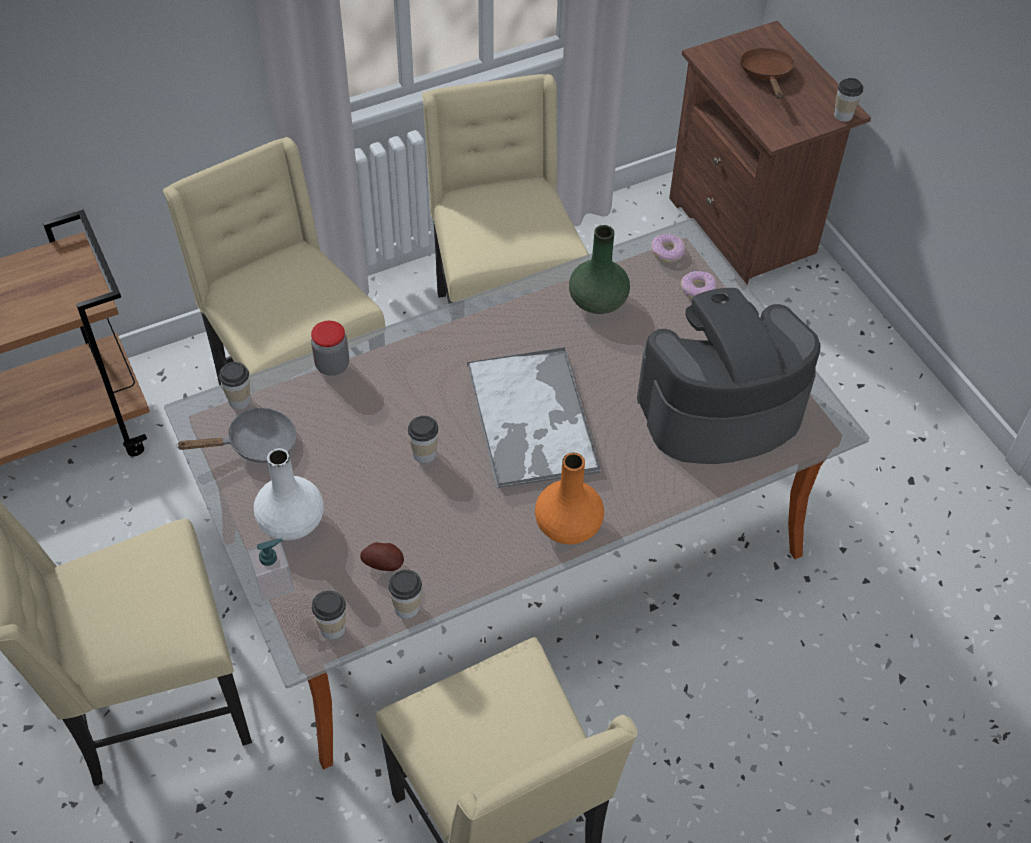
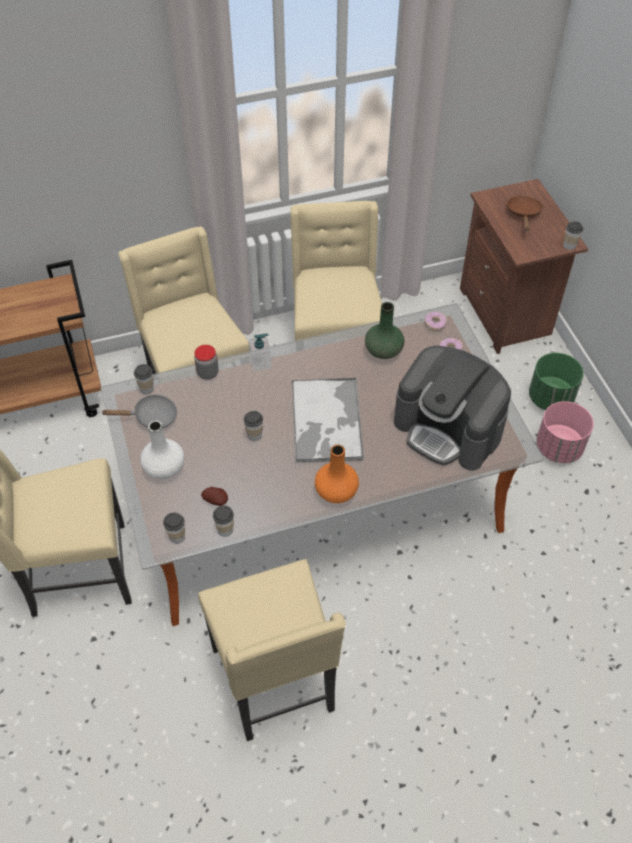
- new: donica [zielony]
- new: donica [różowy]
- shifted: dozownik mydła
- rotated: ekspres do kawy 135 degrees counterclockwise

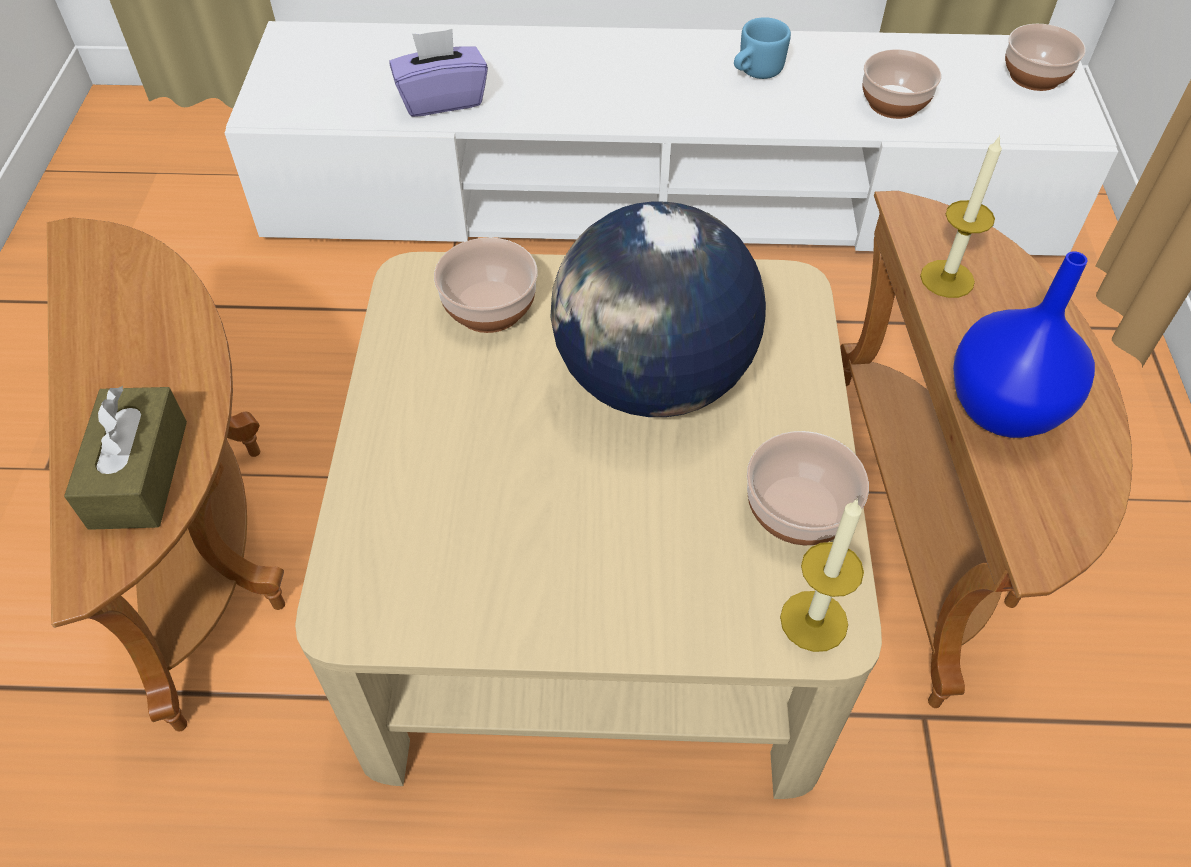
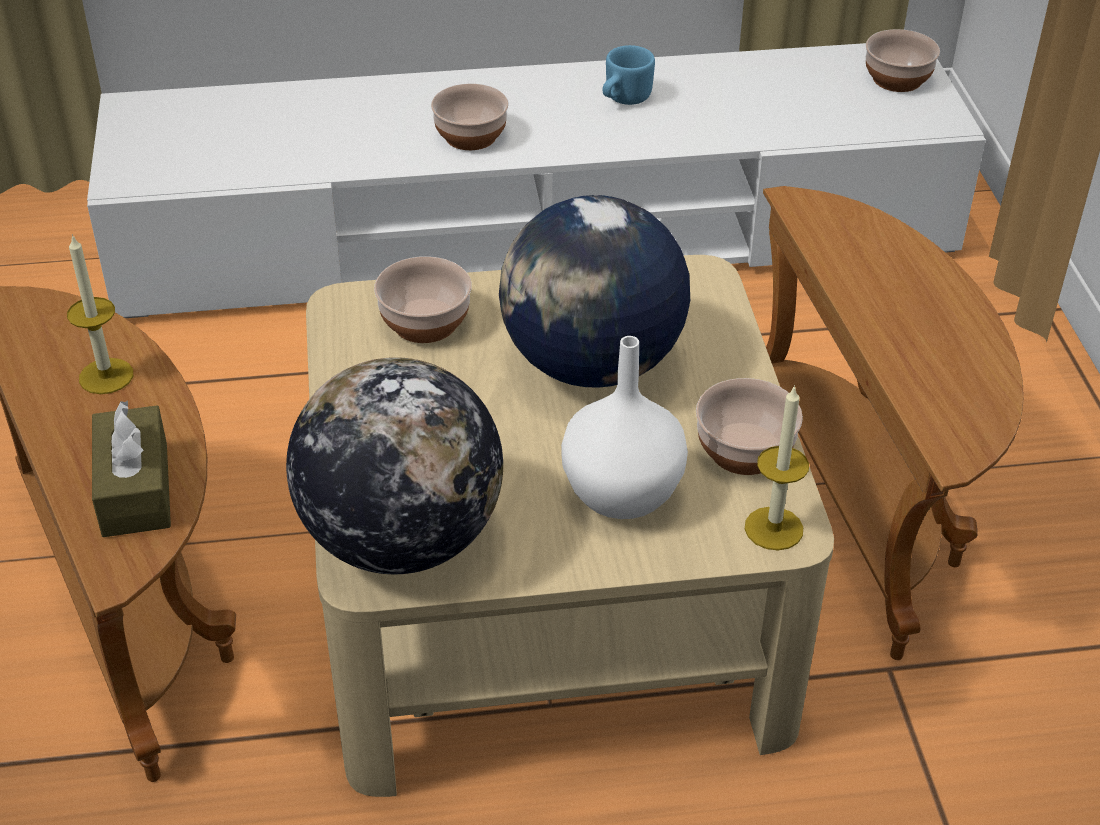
- gone: pudełko chusteczek [fioletowy]
- gone: wazon [niebieski]
- new: globus (no. 1 from left)
- new: wazon [biały]
- shifted: miska (no. 3 from left in the first image) to miska (no. 2 from left)
- shifted: świeca (no. 2 from left in the first image) to świeca (no. 1 from left)

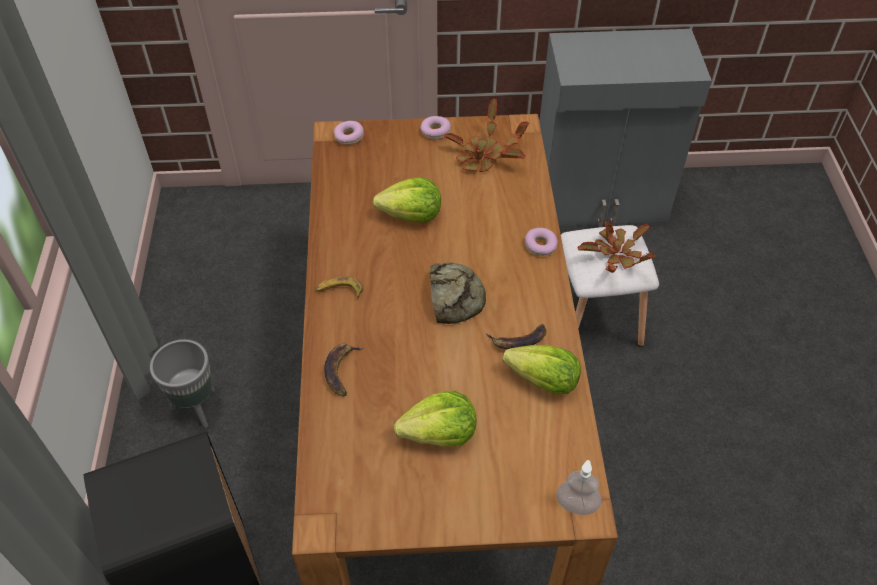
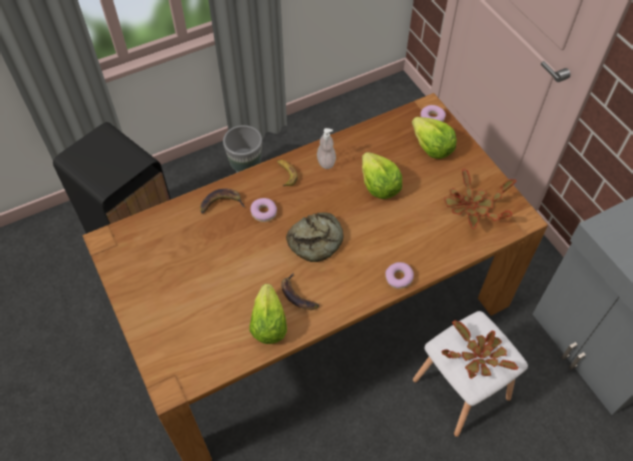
- shifted: sałata (no. 2 from left in the first image) to sałata (no. 3 from left)
- shifted: donut (no. 2 from left in the first image) to donut (no. 1 from left)
- shifted: dozownik mydła

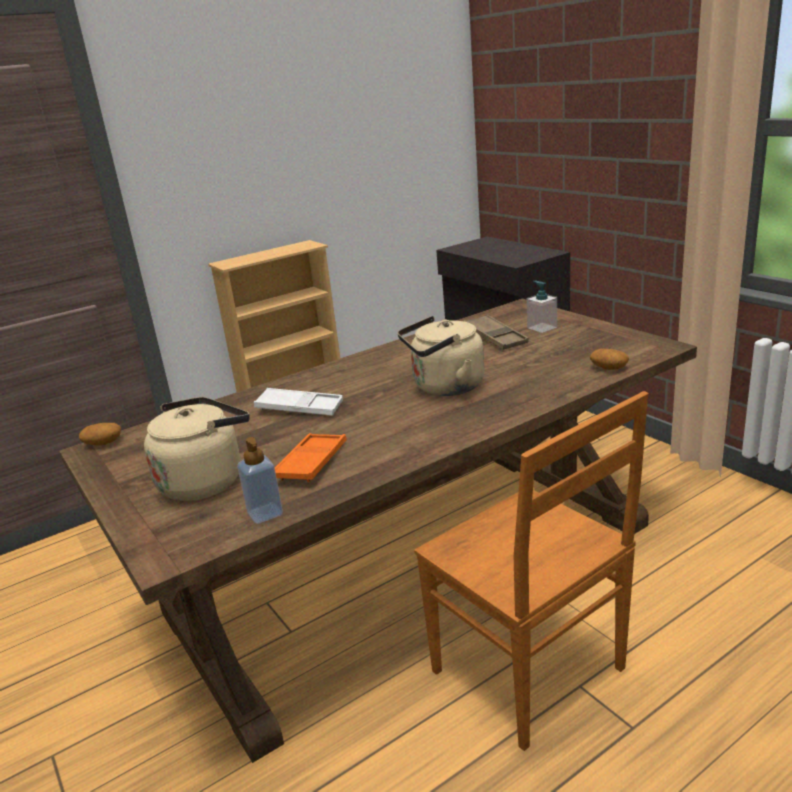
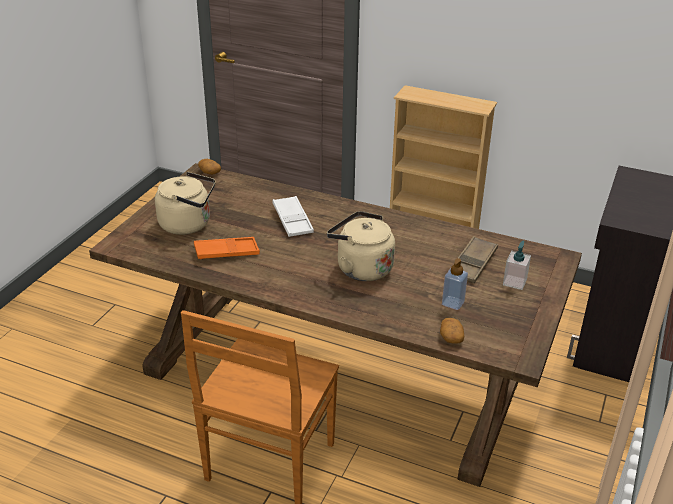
- shifted: dozownik mydła (no. 1 from left)

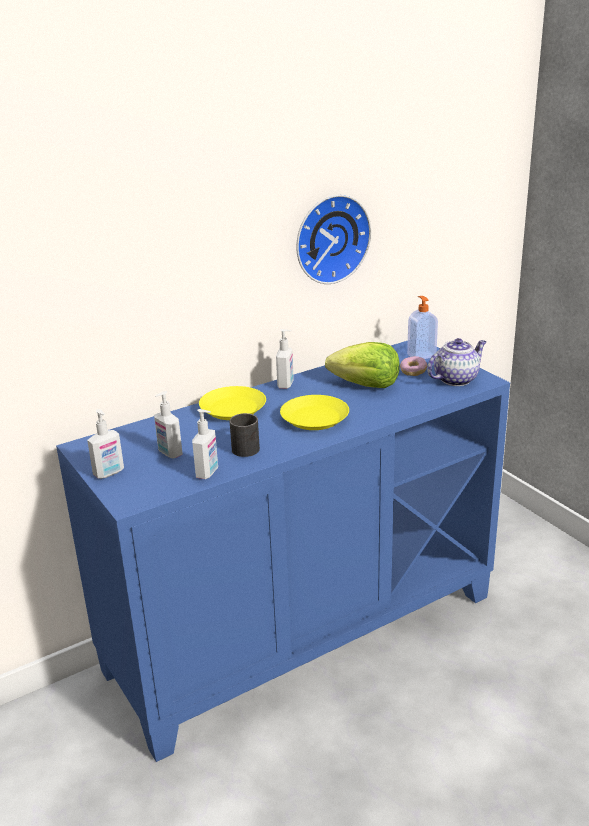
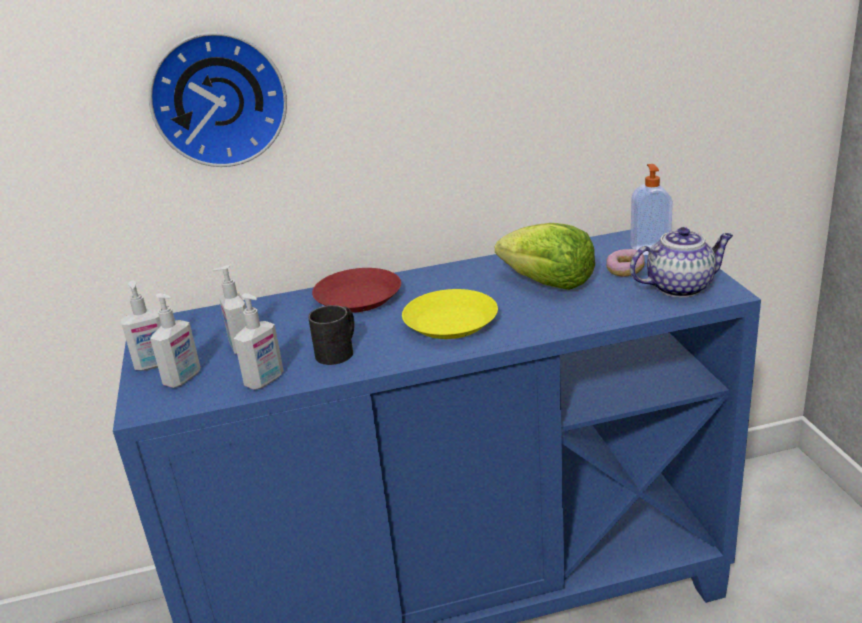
- shifted: dozownik mydła (no. 4 from left in the first image) to dozownik mydła (no. 2 from left)
- shifted: zegar ścienny
- repainted: talerz [żółty] (no. 1 from left) to talerz [czerwony]

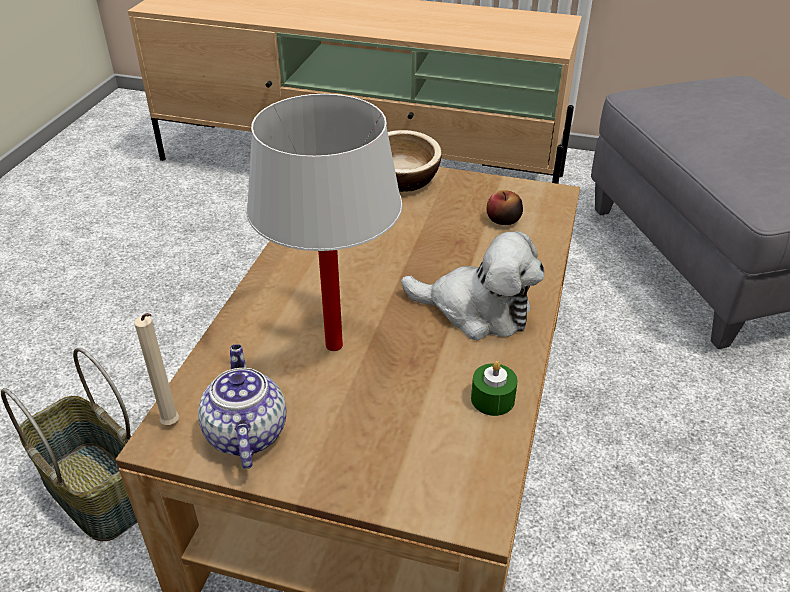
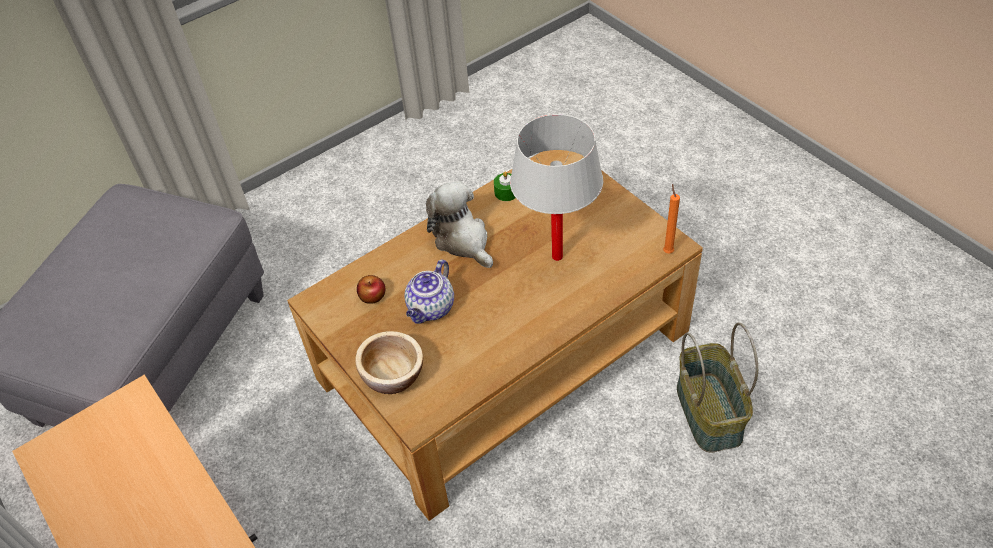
- shifted: imbryk
- repainted: świeca [beżowy] to świeca [pomarańczowy]

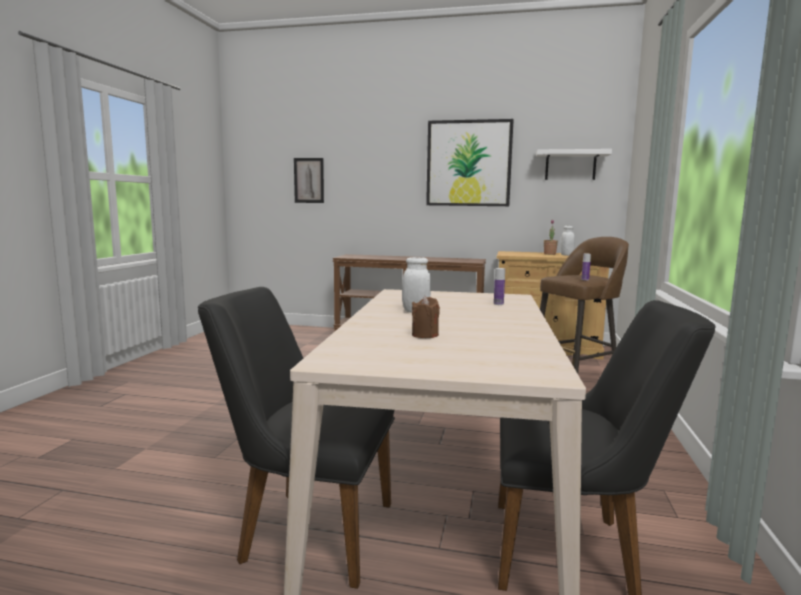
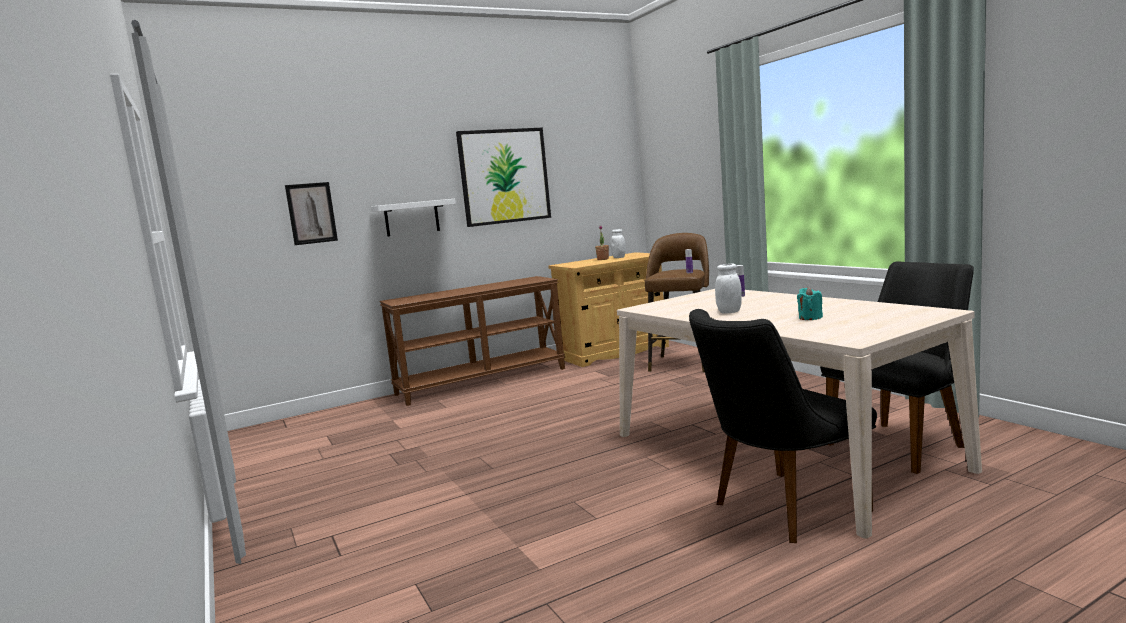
- shifted: półka [biały]
- repainted: świeca [brązowy] to świeca [turkusowy]

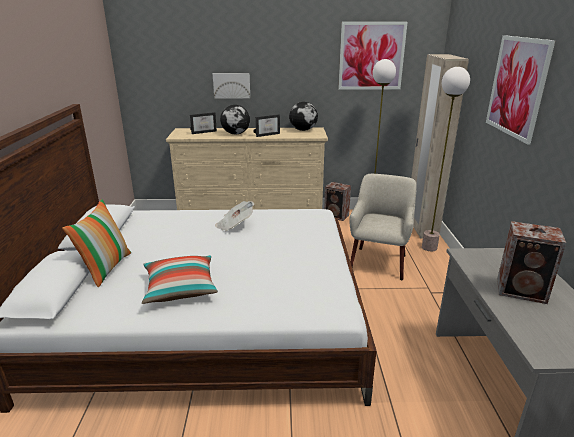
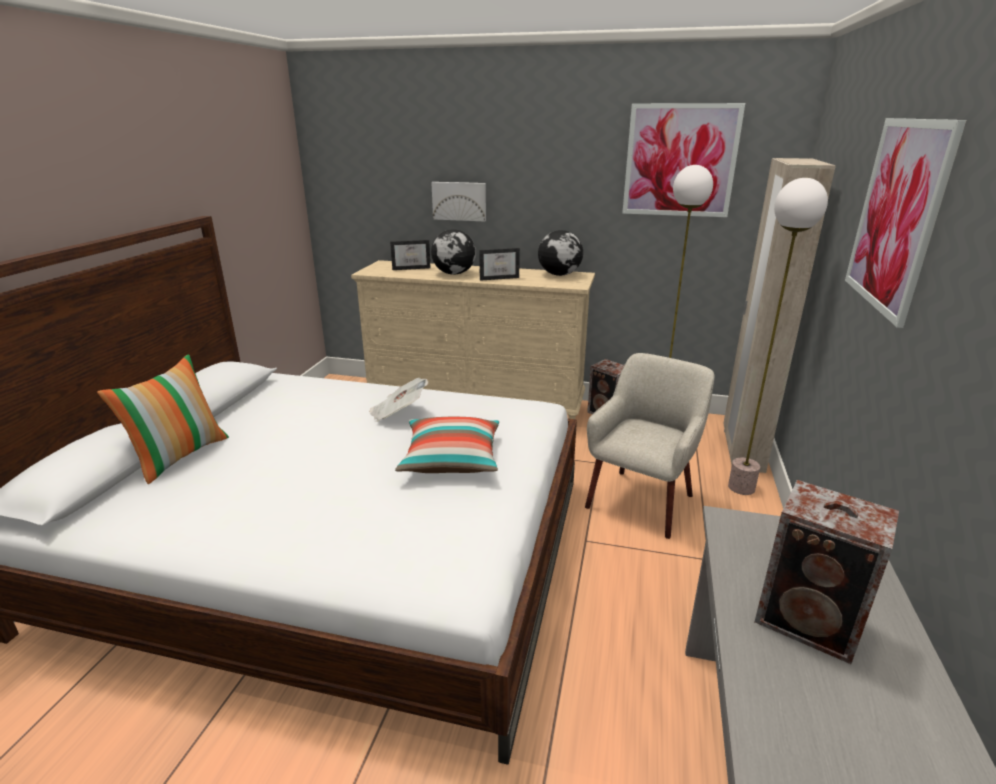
- shifted: poduszka (no. 2 from left)

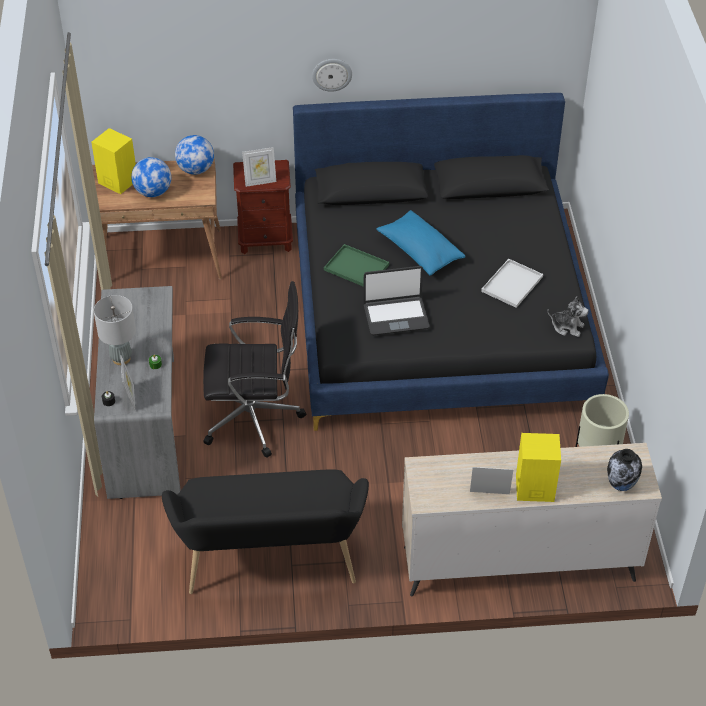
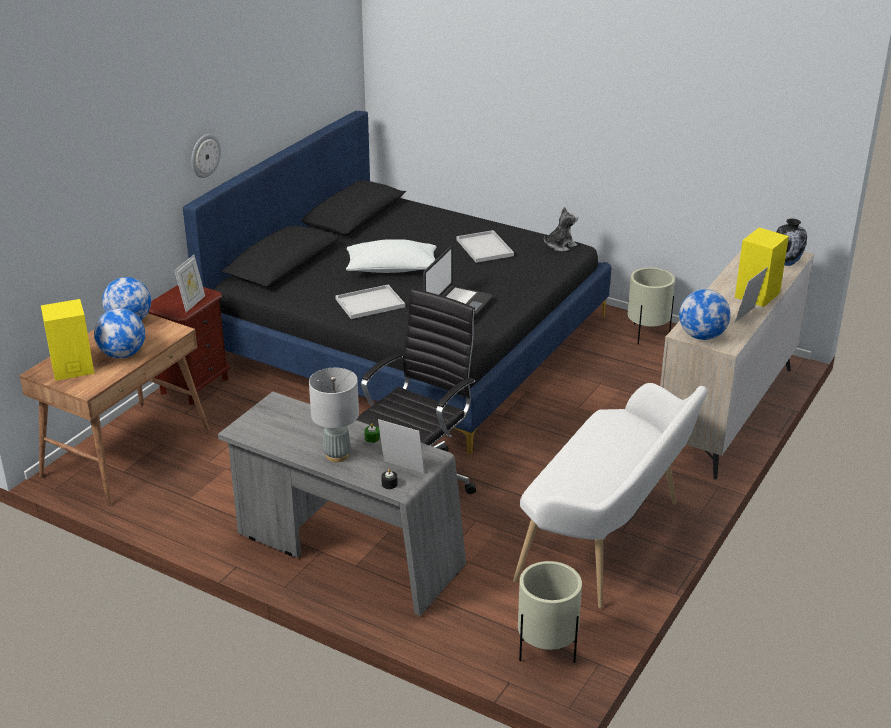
- new: donica [beżowy] (no. 1 from left)
- new: globus (no. 3 from left)
- repainted: ławka [czarny] to ławka [biały]
- repainted: taca [zielony] to taca [biały] (no. 1 from left)
- repainted: poduszka [niebieski] to poduszka [biały]

